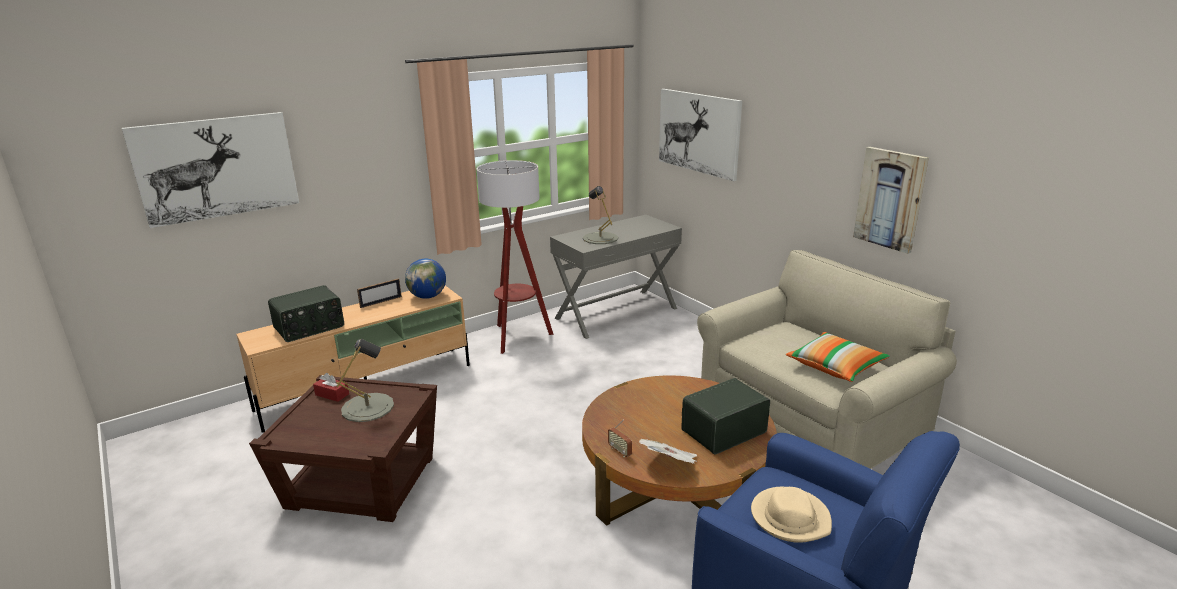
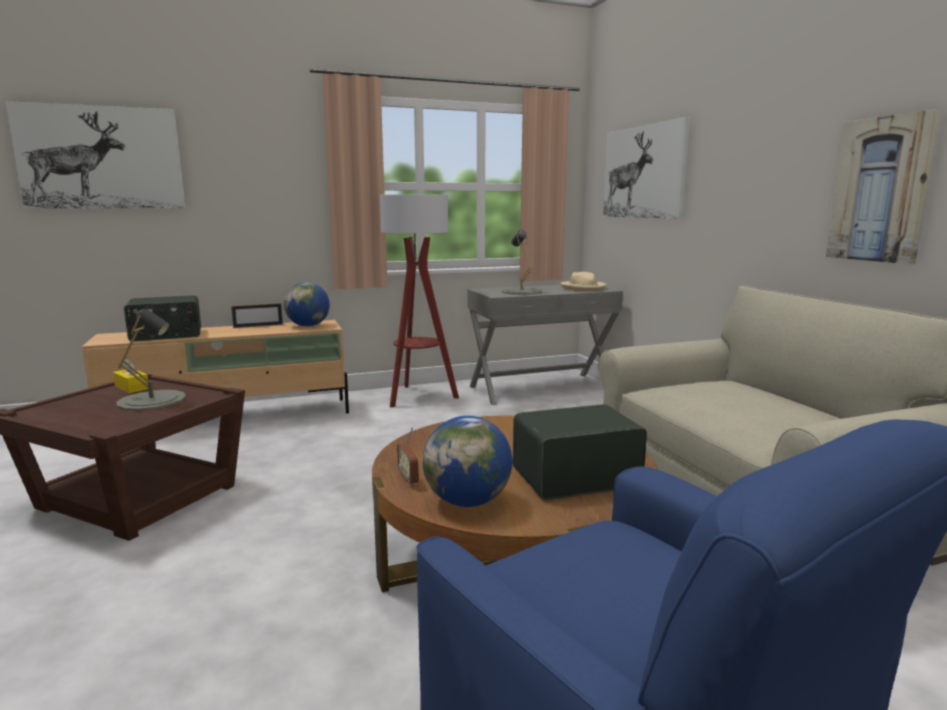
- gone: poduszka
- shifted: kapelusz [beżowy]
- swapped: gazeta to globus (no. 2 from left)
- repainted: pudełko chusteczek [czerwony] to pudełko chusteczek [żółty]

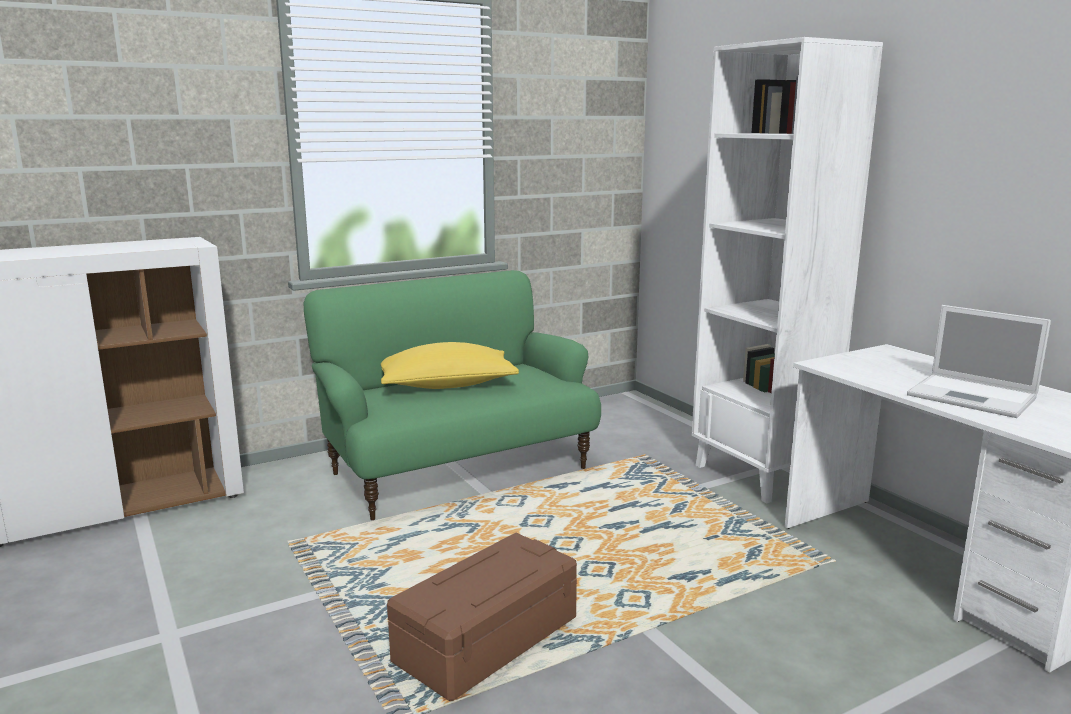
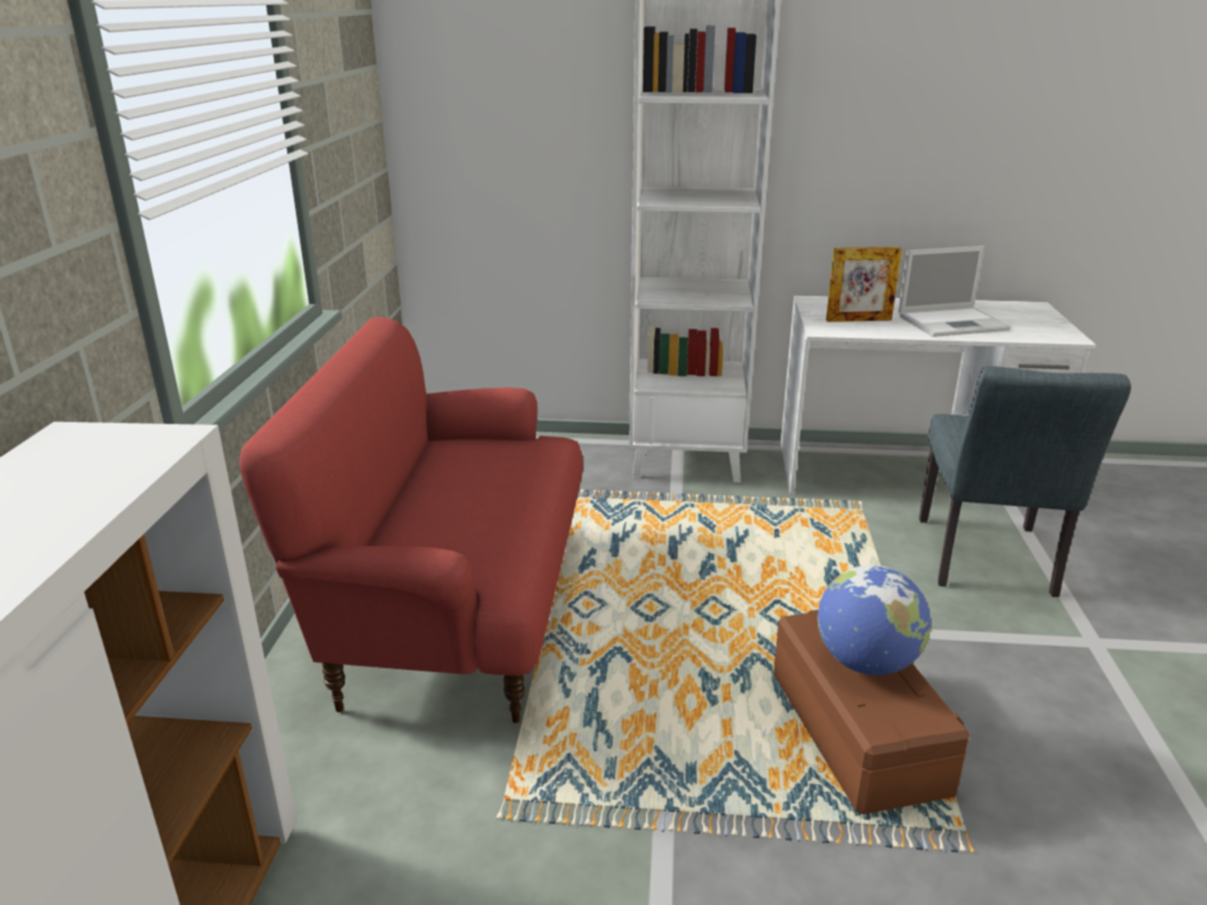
- gone: poduszka [żółty]
- new: globus
- new: ramka na zdjęcie
- new: krzesło [szary]
- repainted: kanapa [zielony] to kanapa [czerwony]

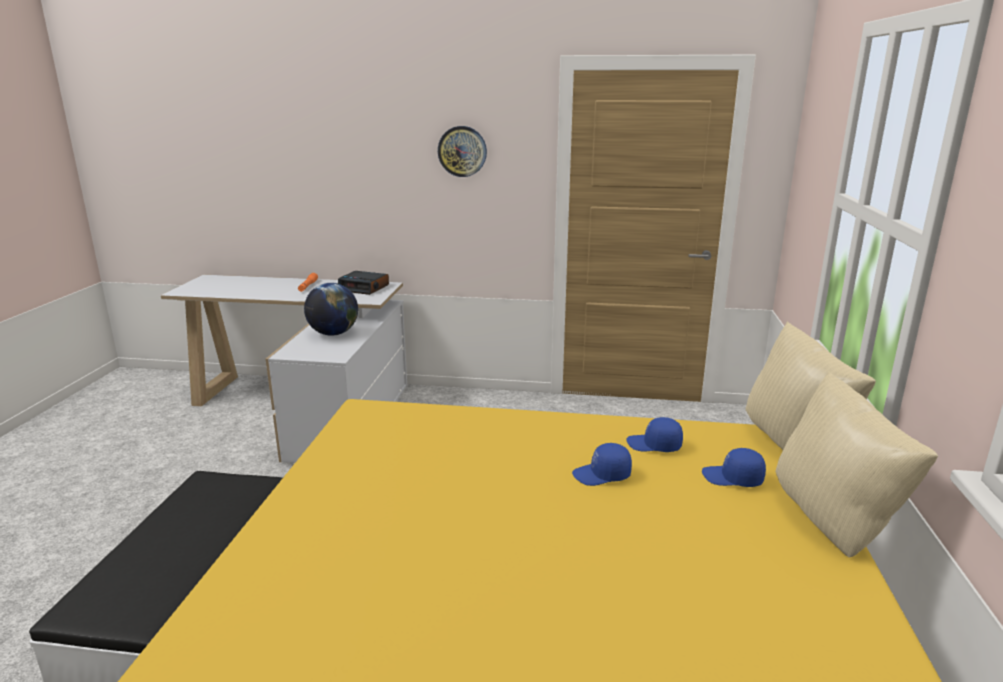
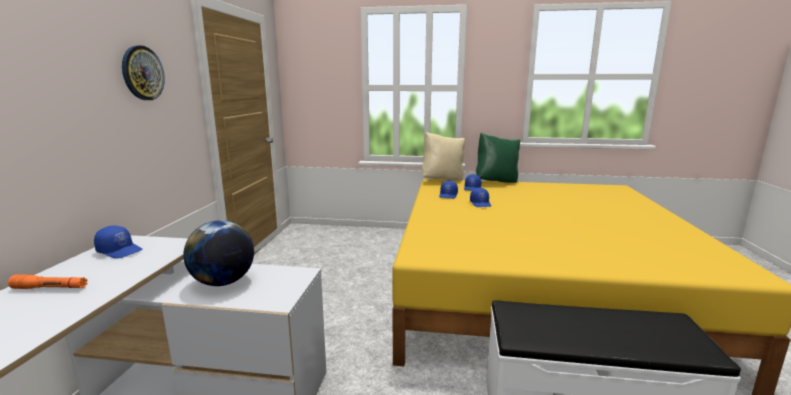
- swapped: budzik to czapka z daszkiem [niebieski] (no. 1 from left)
- repainted: poduszka [beżowy] (no. 2 from left) to poduszka [zielony]

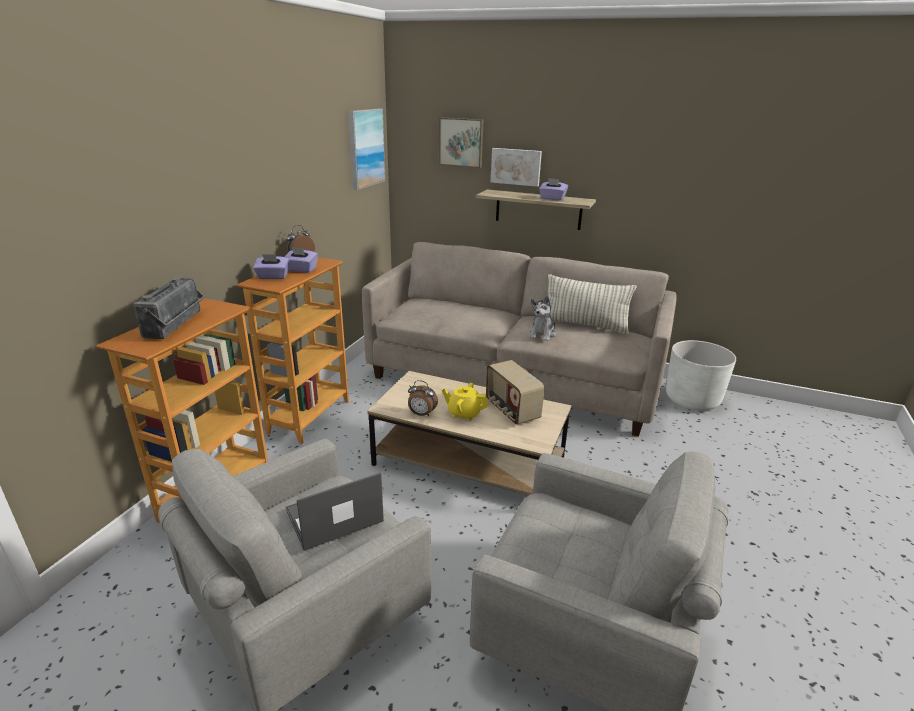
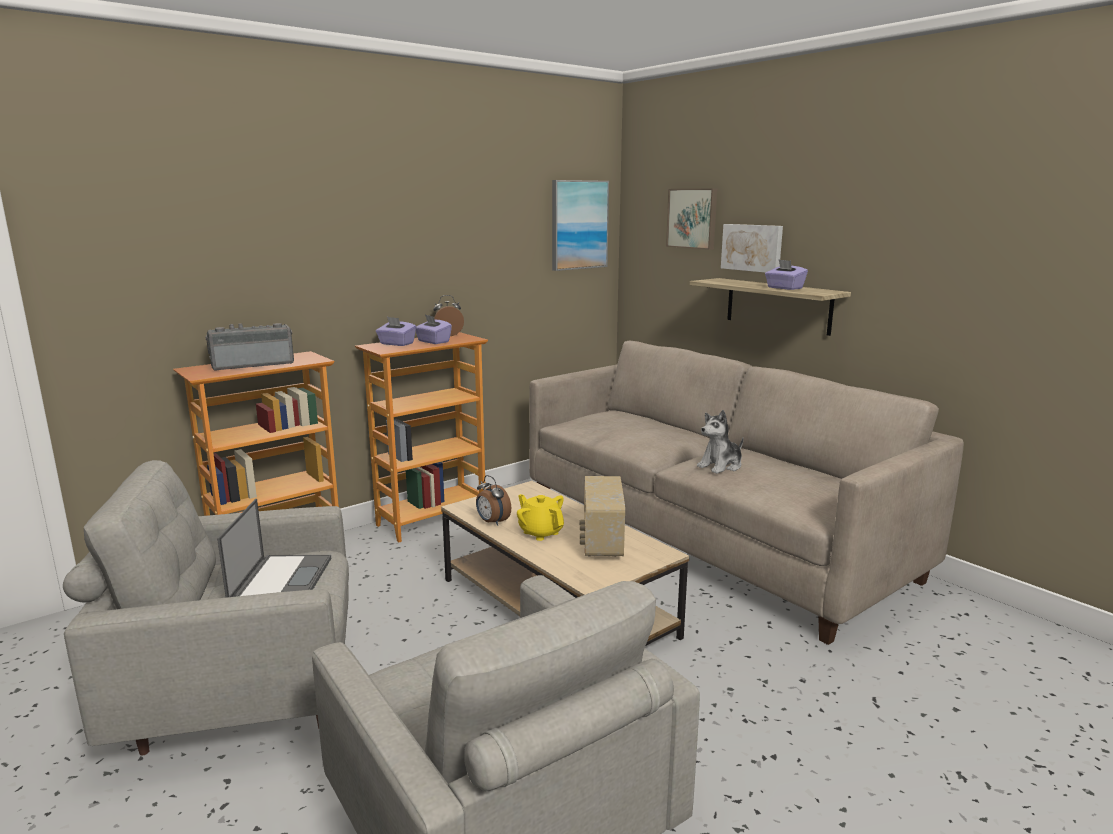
- gone: poduszka
- gone: donica [biały]
- rotated: radio (no. 1 from left) 150 degrees counterclockwise
- rotated: laptop 90 degrees clockwise

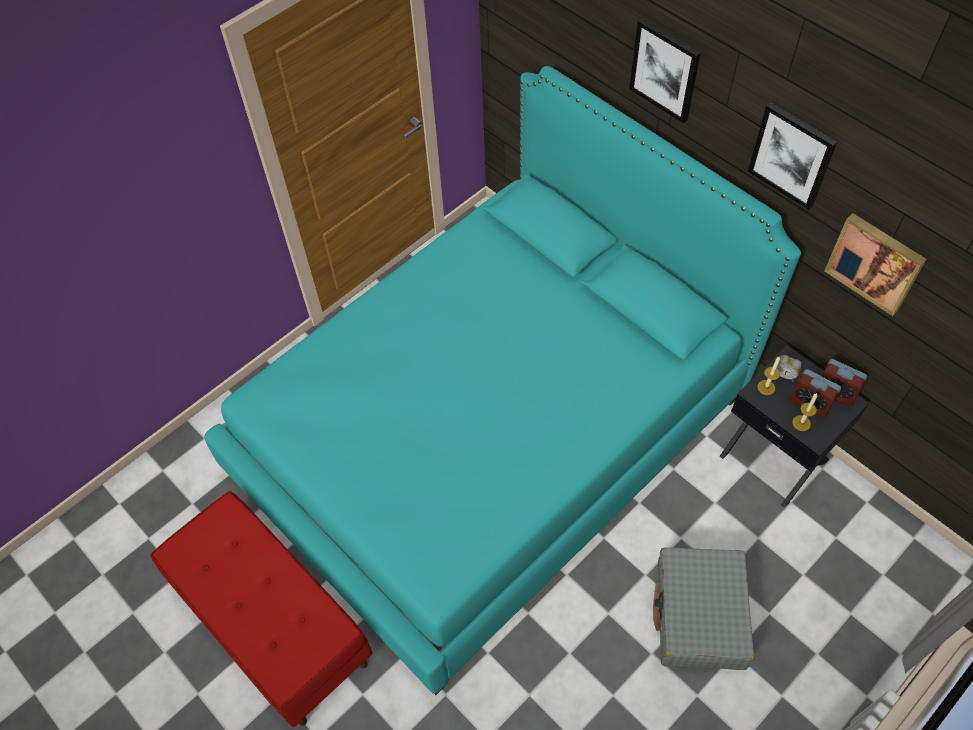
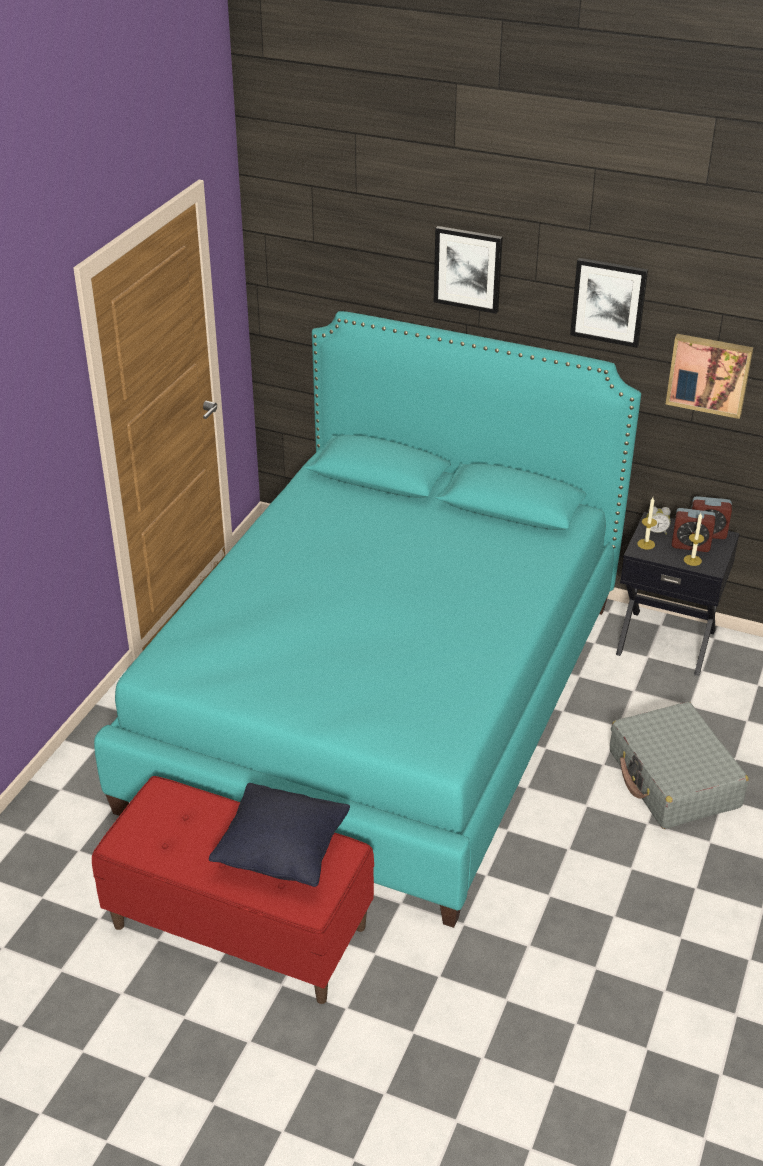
- new: poduszka [czarny]

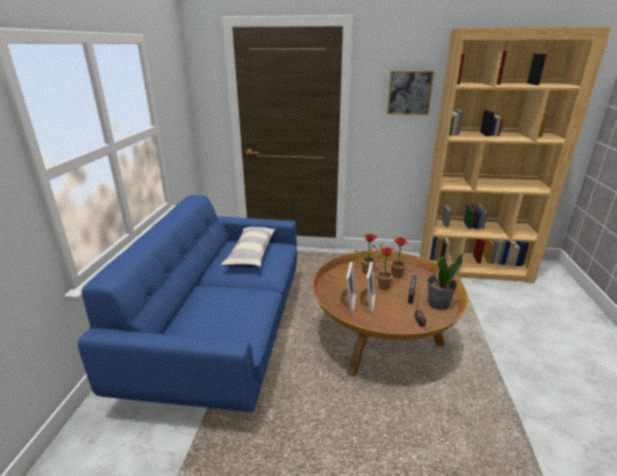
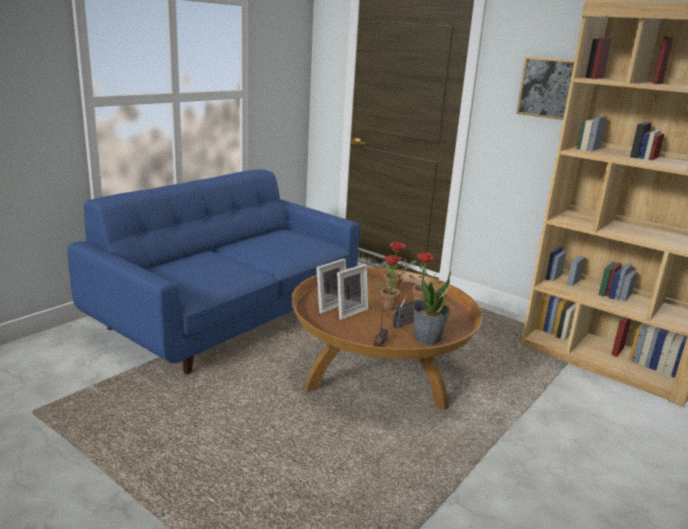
- gone: poduszka

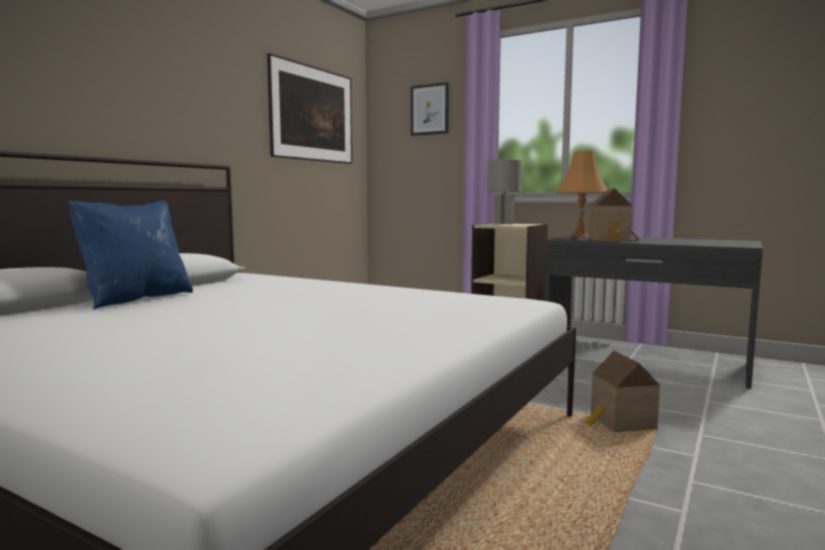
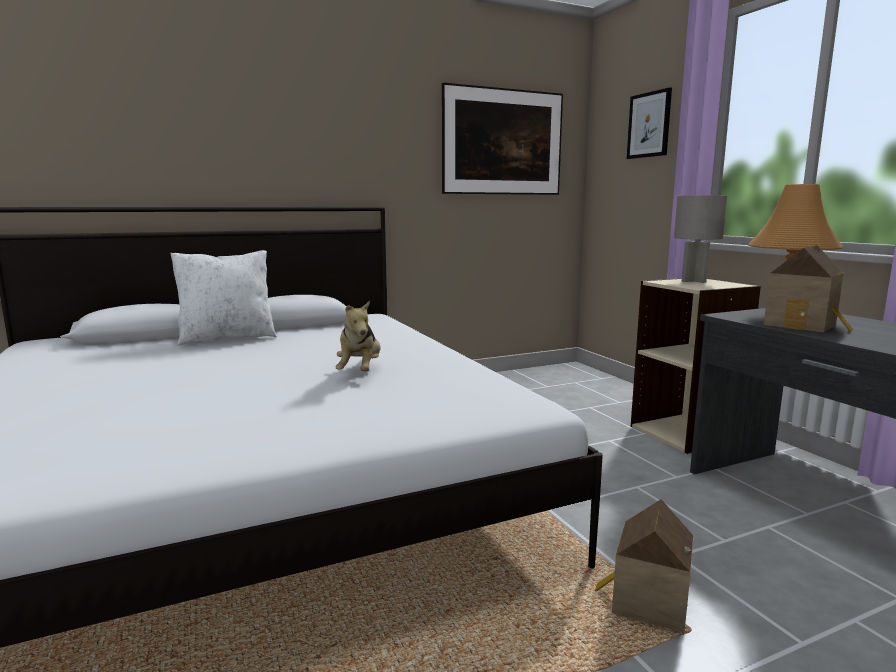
- new: pluszak
- repainted: poduszka [niebieski] to poduszka [biały]

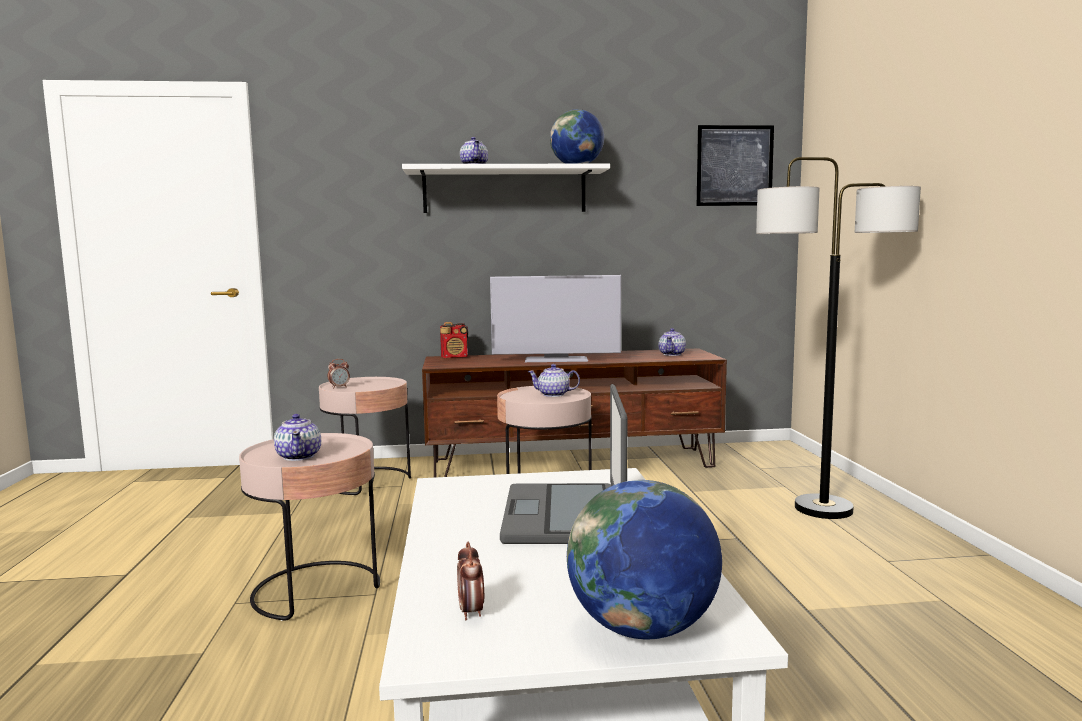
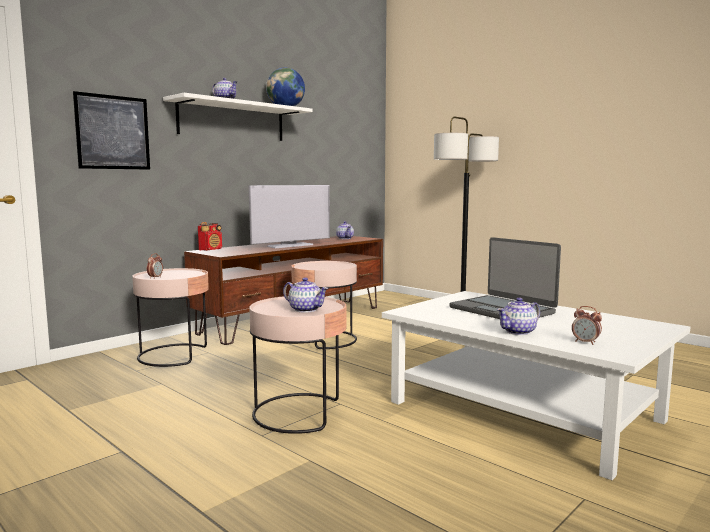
- gone: globus (no. 2 from left)
- shifted: imbryk (no. 3 from left in the first image) to imbryk (no. 4 from left)
- shifted: obraz

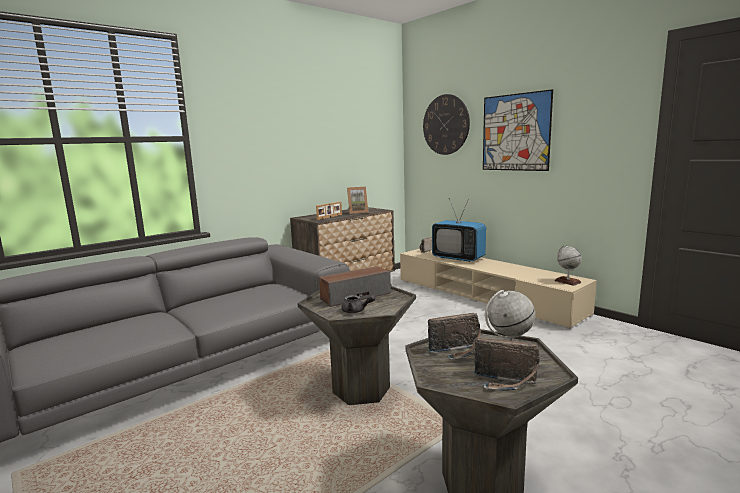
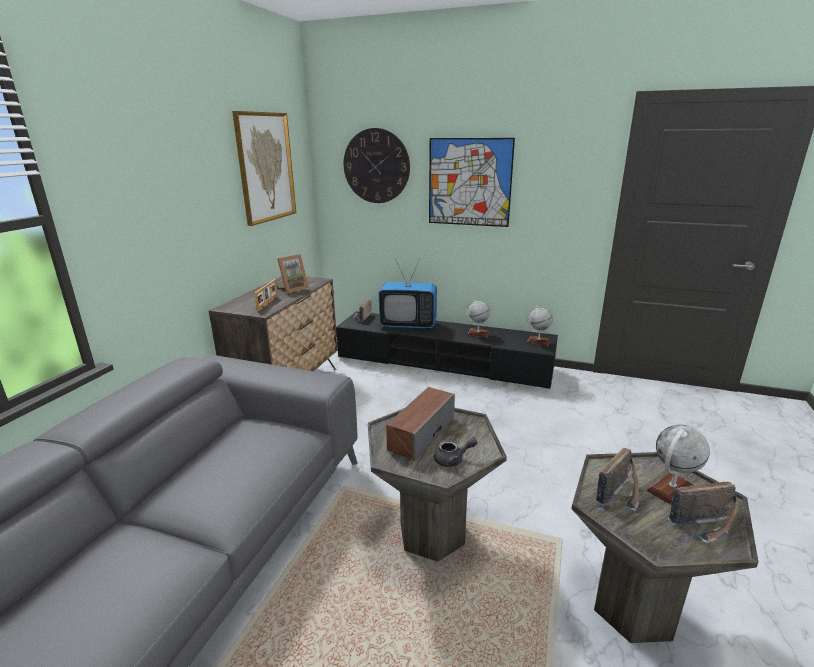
- new: obraz (no. 1 from left)
- new: globus (no. 1 from left)
- repainted: szafka pod telewizor [beżowy] to szafka pod telewizor [czarny]

